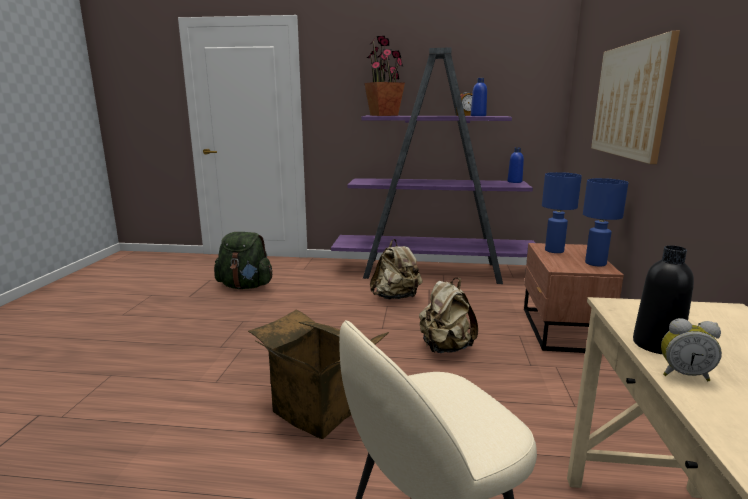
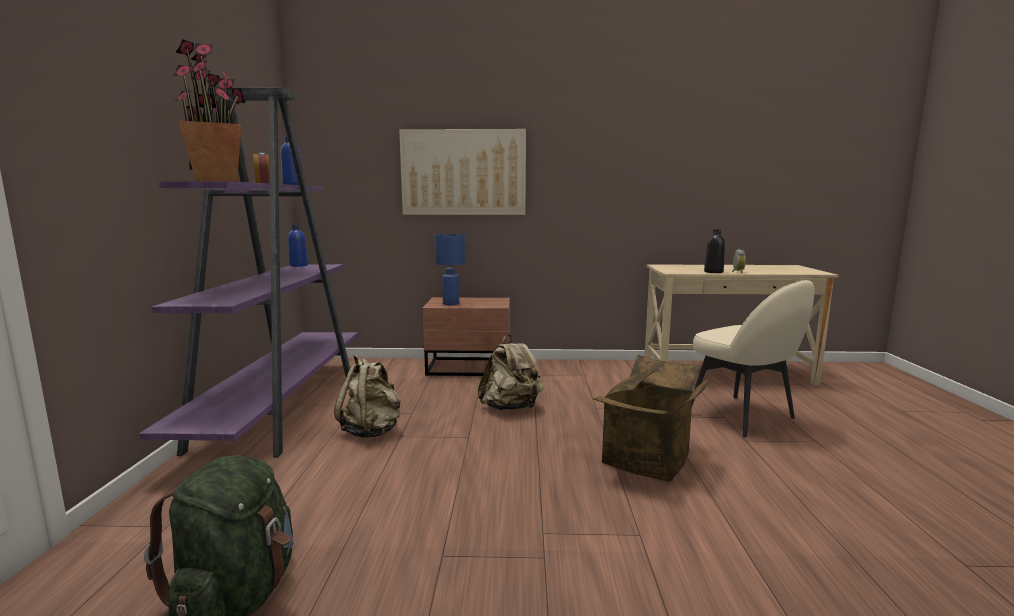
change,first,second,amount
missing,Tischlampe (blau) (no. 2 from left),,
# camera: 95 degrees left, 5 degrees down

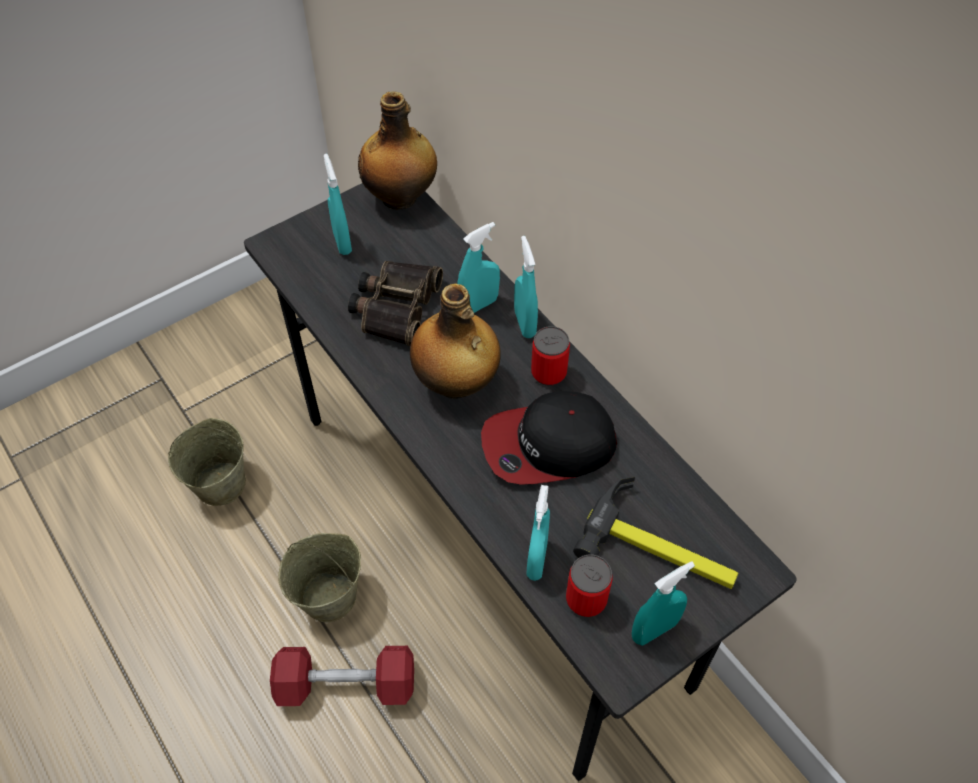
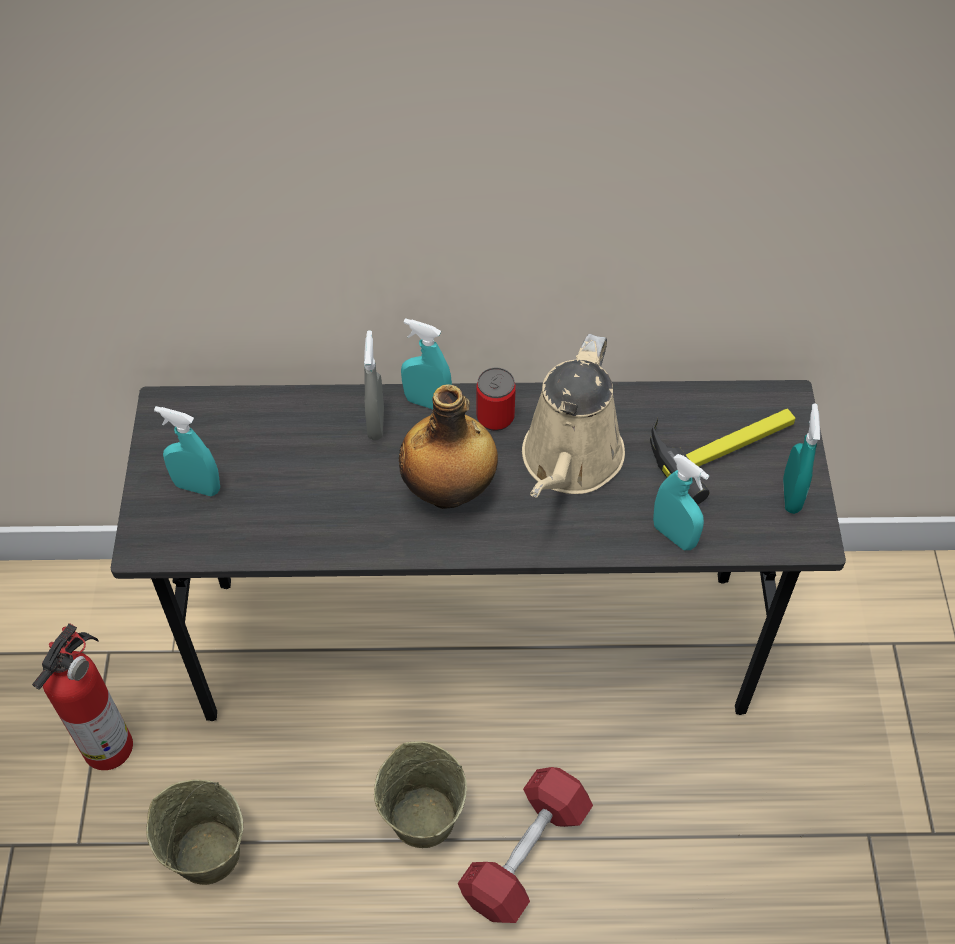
change,first,second,amount
missing,Flasche (no. 1 from left),,
colour,Sprühflasche (türkis) (no. 2 from left),Sprühflasche (grau),
missing,Fernglas,,
exchanged,Kappe,Gießkanne (beige),
missing,Dose (no. 2 from left),,
appeared,,Feuerlöscher,
# camera: 55 degrees left, 0 degrees up

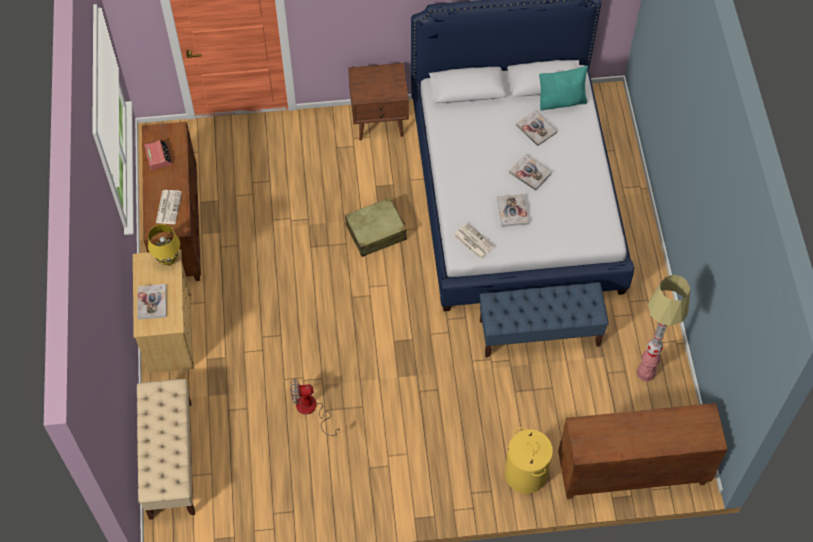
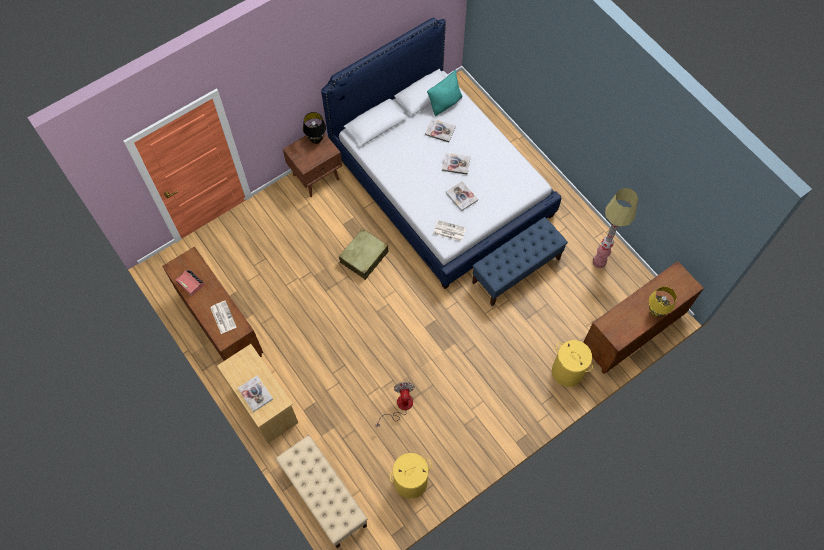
change,first,second,amount
relocated,Tischlampe (gelb),,
spun,Ventilator,,120 degrees clockwise
appeared,,Tischlampe (schwarz),
appeared,,Wäschekorb (gelb) (no. 1 from left),
# camera: 30 degrees left, 5 degrees up

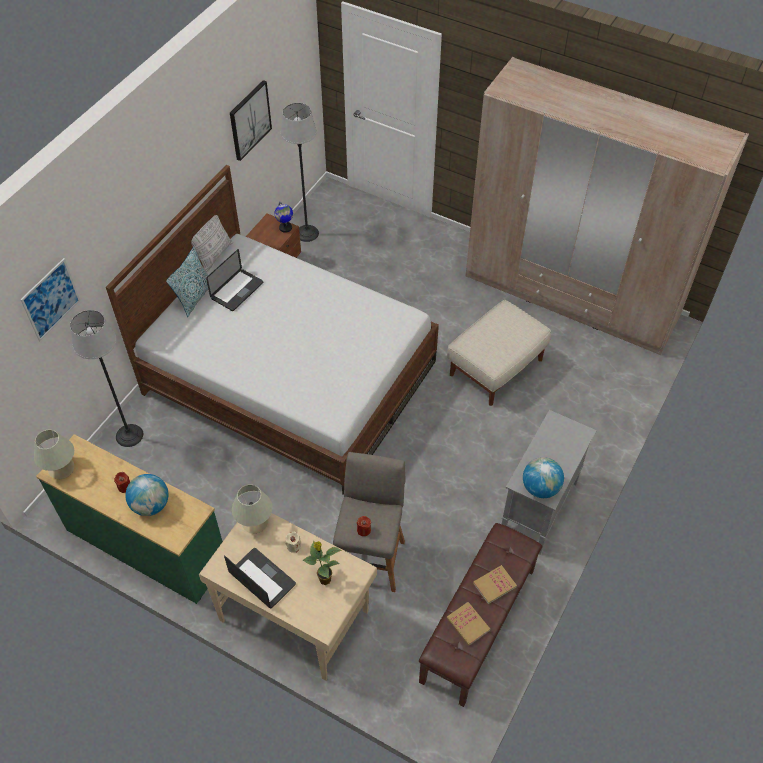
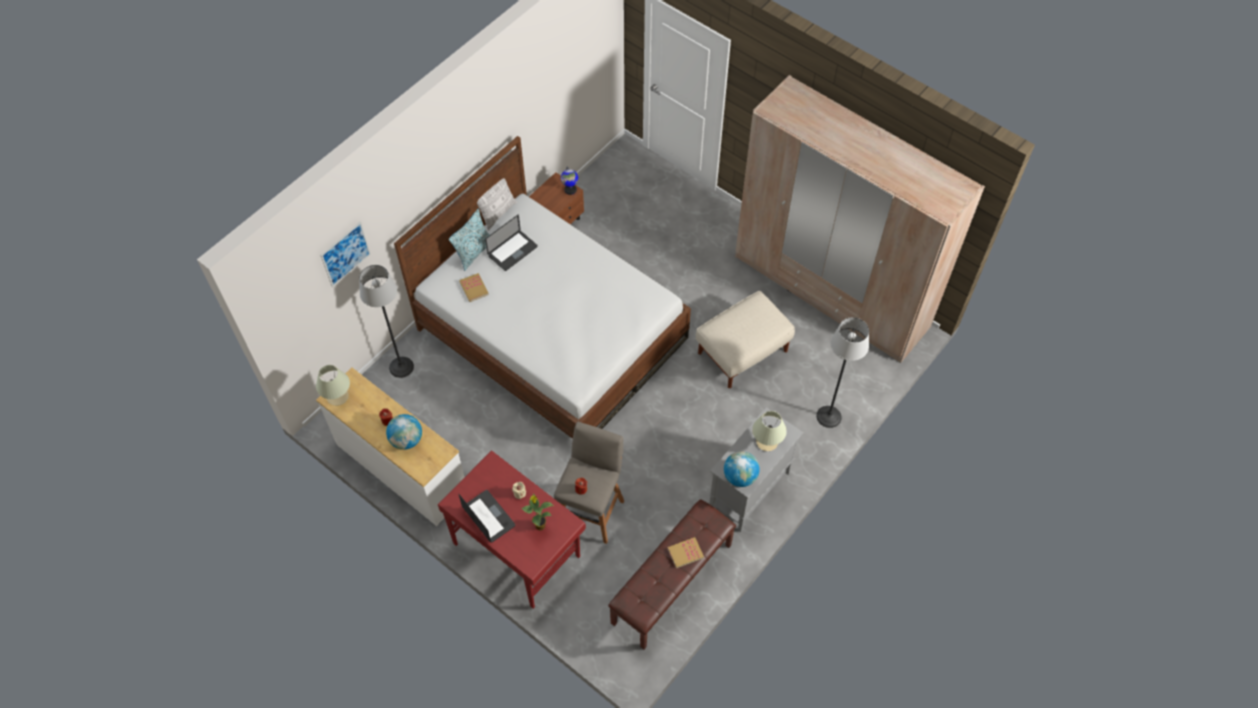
change,first,second,amount
missing,Bild (no. 2 from left),,
relocated,Stehlampe (no. 2 from left),,
colour,Kommode (grün),Kommode (weiß),
relocated,Tischlampe (beige) (no. 2 from left),,
colour,Schreibtisch (beige),Schreibtisch (rot),
relocated,Buch (no. 1 from left),,
# camera: 10 degrees right, 5 degrees up

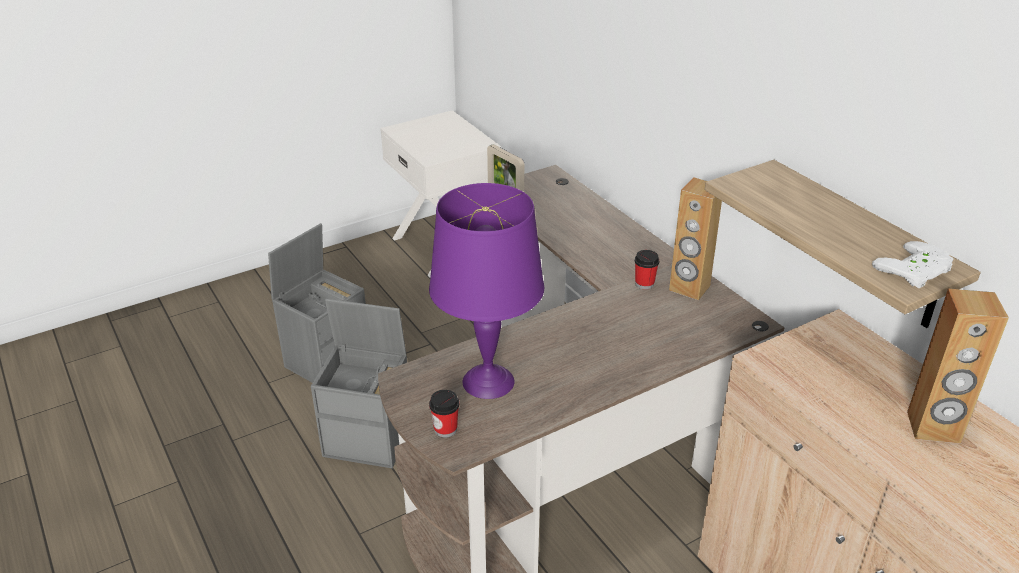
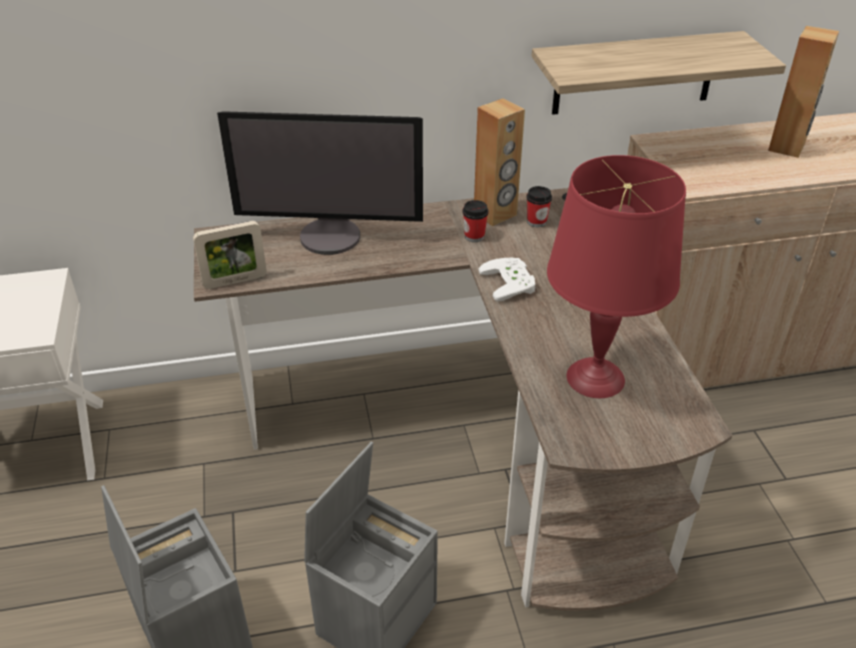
change,first,second,amount
colour,Tischlampe (lila),Tischlampe (rot),
relocated,Gamepad (weiß),,
relocated,Tasse (no. 1 from left in the first image),Tasse (no. 2 from left),
appeared,,Monitor,
# camera: 70 degrees left, 5 degrees up

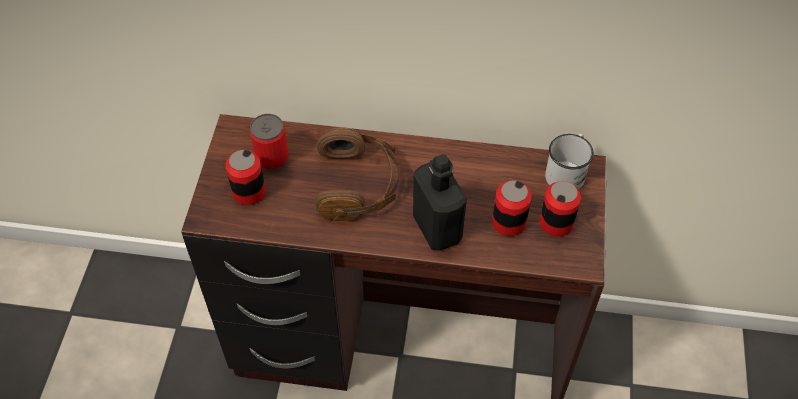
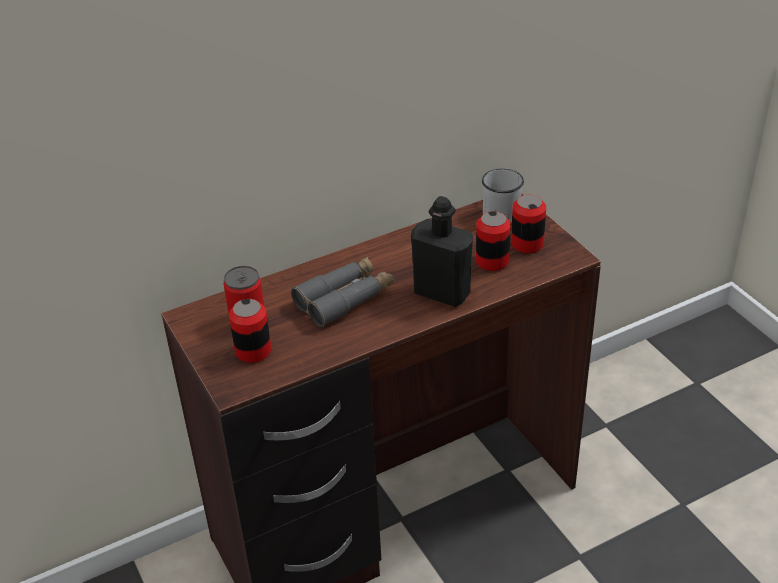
change,first,second,amount
exchanged,Kopfhörer (braun),Fernglas (grau),
# camera: 35 degrees left, 15 degrees down

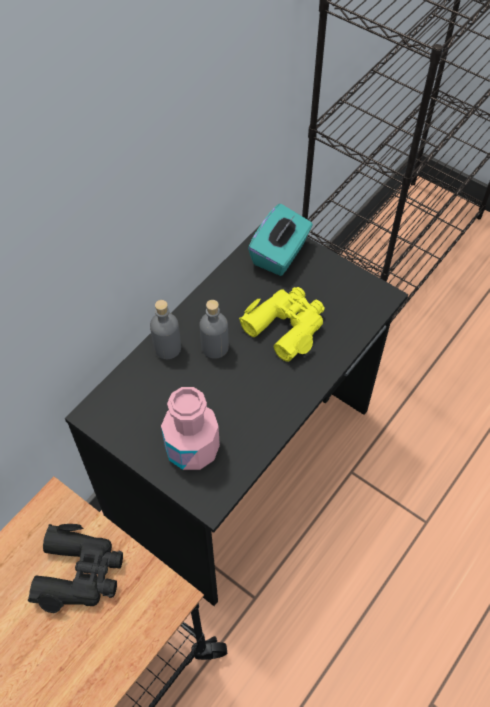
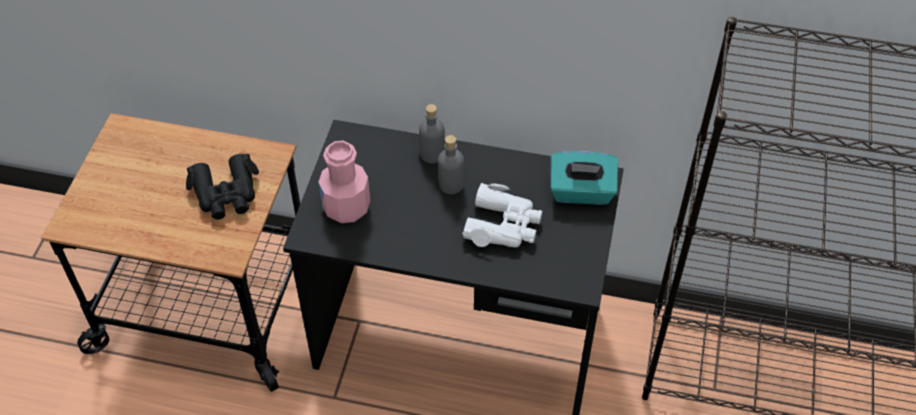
change,first,second,amount
colour,Fernglas (gelb),Fernglas (weiß),
# camera: 65 degrees right, 5 degrees down

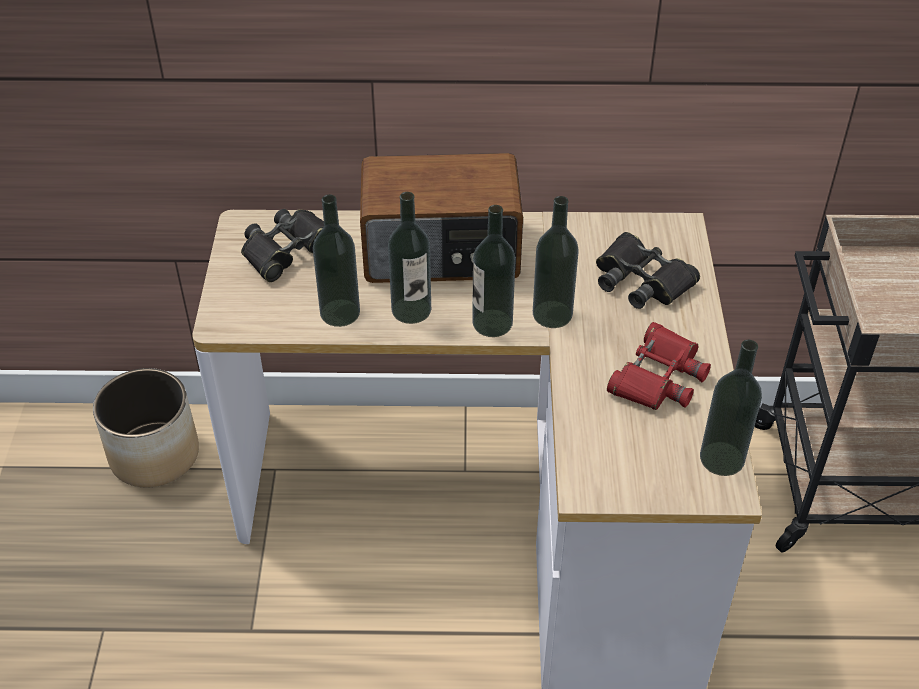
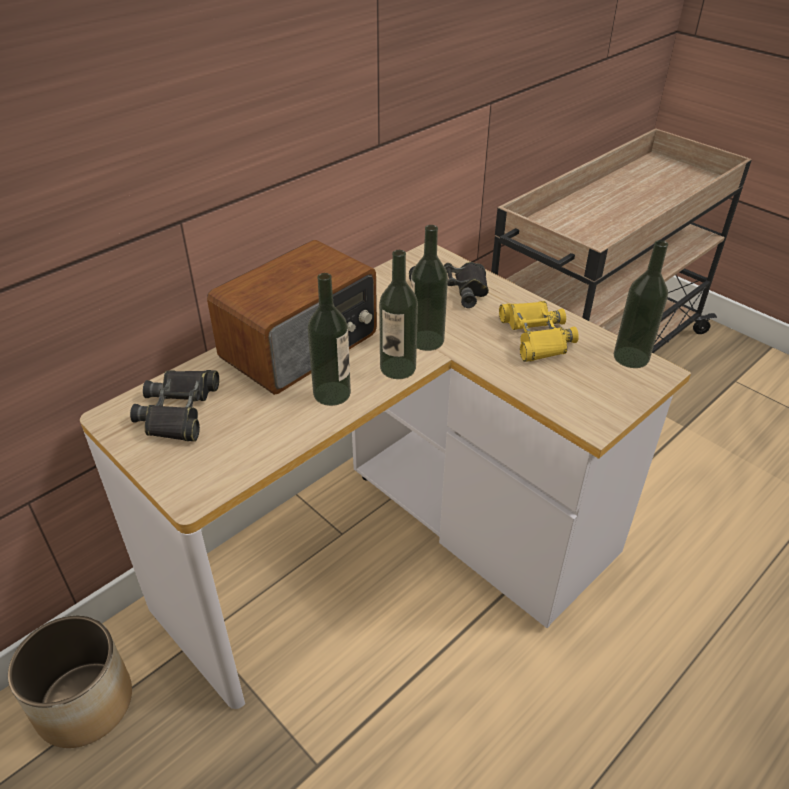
change,first,second,amount
missing,Flasche (no. 1 from left),,
colour,Fernglas (rot),Fernglas (gelb),
# camera: 45 degrees left, 5 degrees down

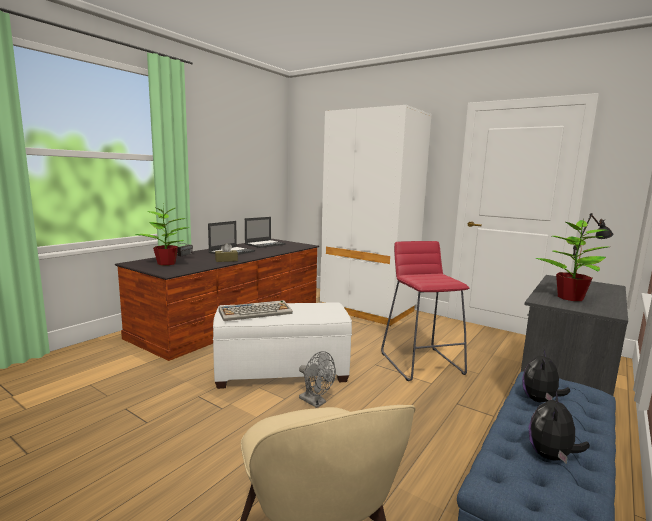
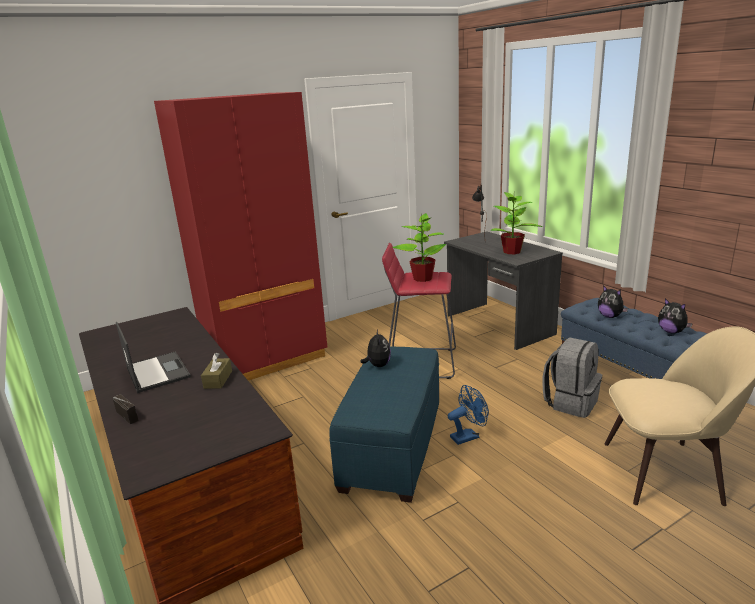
change,first,second,amount
colour,Kleiderschrank (weiß),Kleiderschrank (rot),
relocated,Topfpflanze (no. 1 from left),,
missing,Laptop (no. 2 from left),,
missing,Tastatur,,
colour,Polsterhocker (weiß),Polsterhocker (blau),
colour,Ventilator (grau),Ventilator (blau),
appeared,,Plüschtier (no. 1 from left),
appeared,,Rucksack (grau),
# camera: 65 degrees left, 10 degrees up

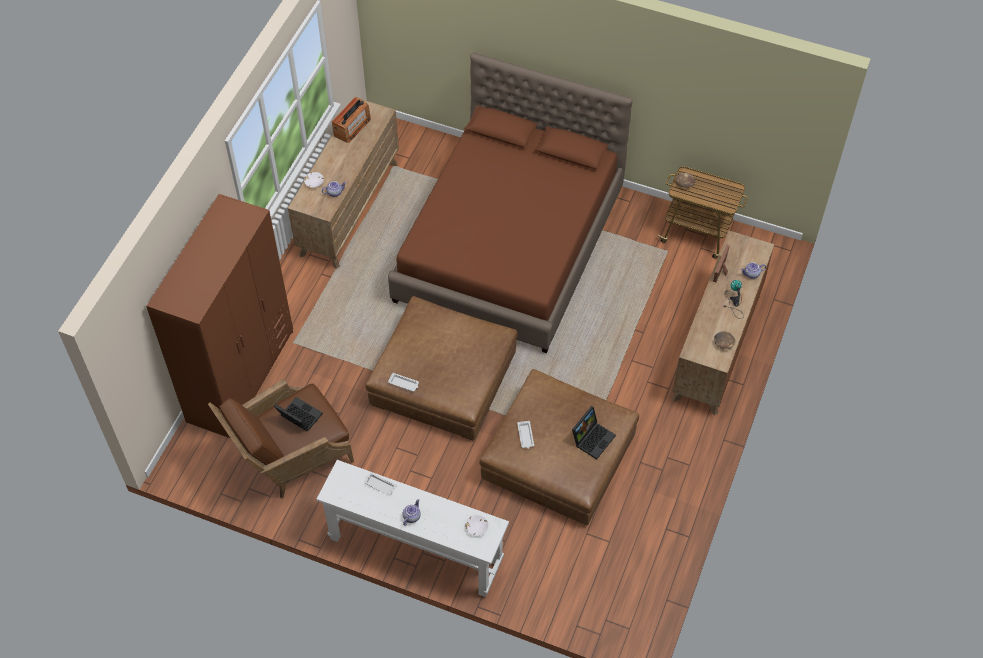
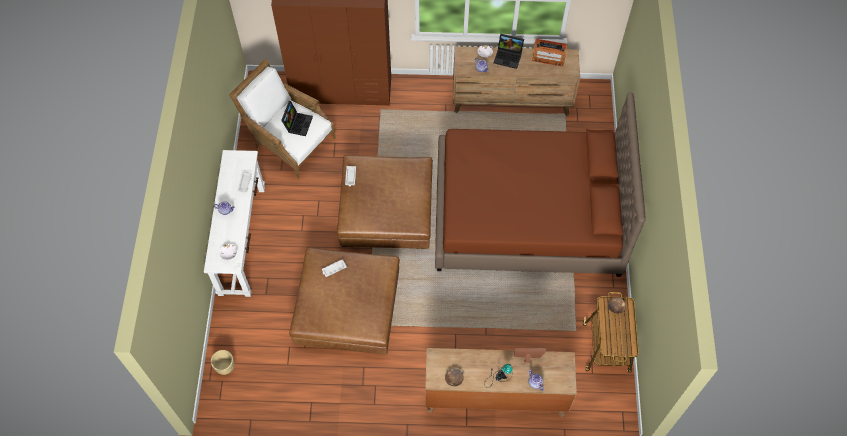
change,first,second,amount
colour,Sessel (braun),Sessel (weiß),
relocated,Laptop (no. 2 from left),,
appeared,,Pflanzkübel (beige),
# camera: 70 degrees right, 5 degrees up

